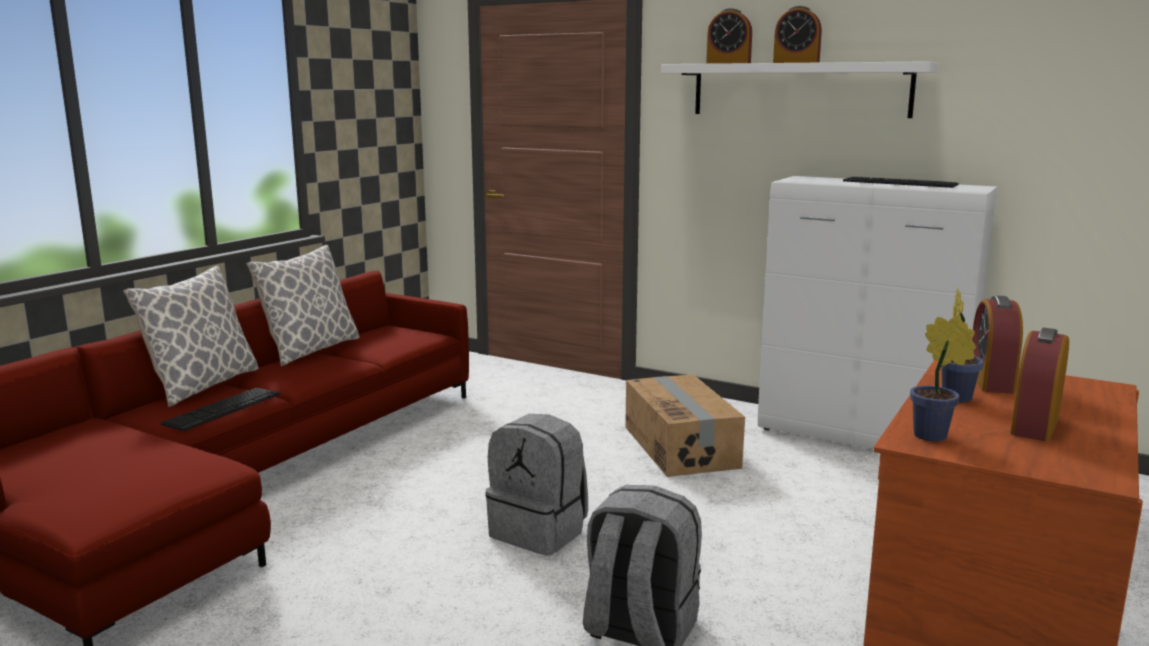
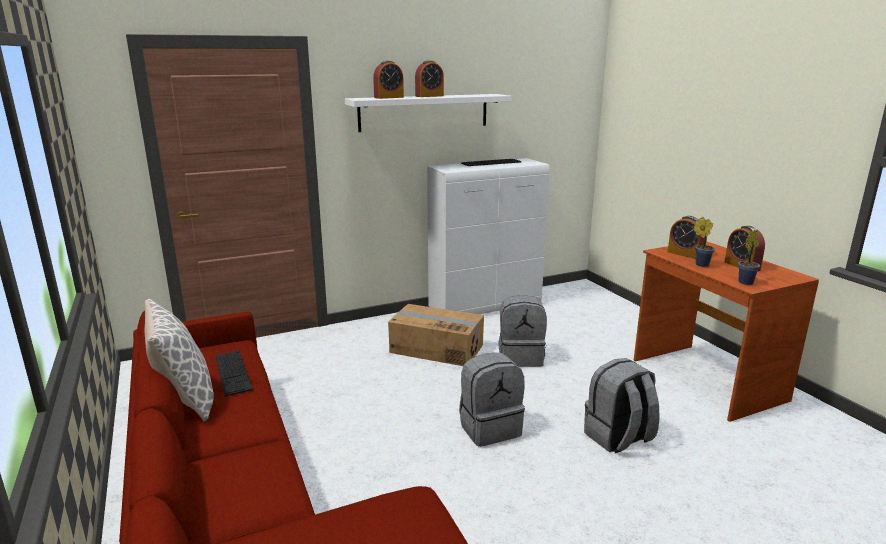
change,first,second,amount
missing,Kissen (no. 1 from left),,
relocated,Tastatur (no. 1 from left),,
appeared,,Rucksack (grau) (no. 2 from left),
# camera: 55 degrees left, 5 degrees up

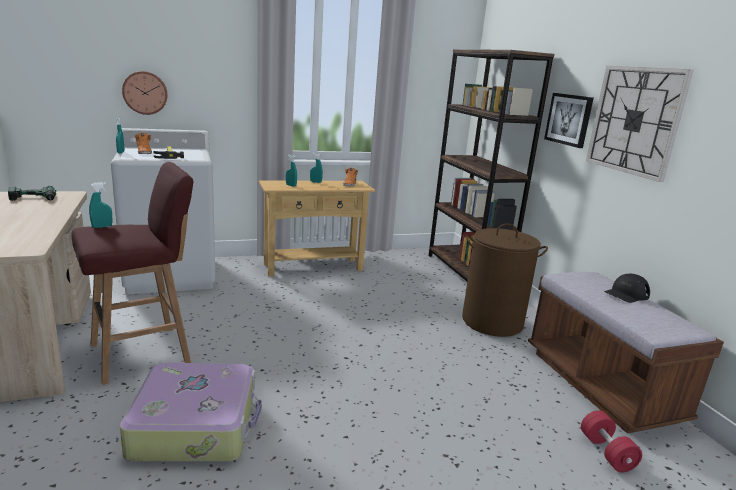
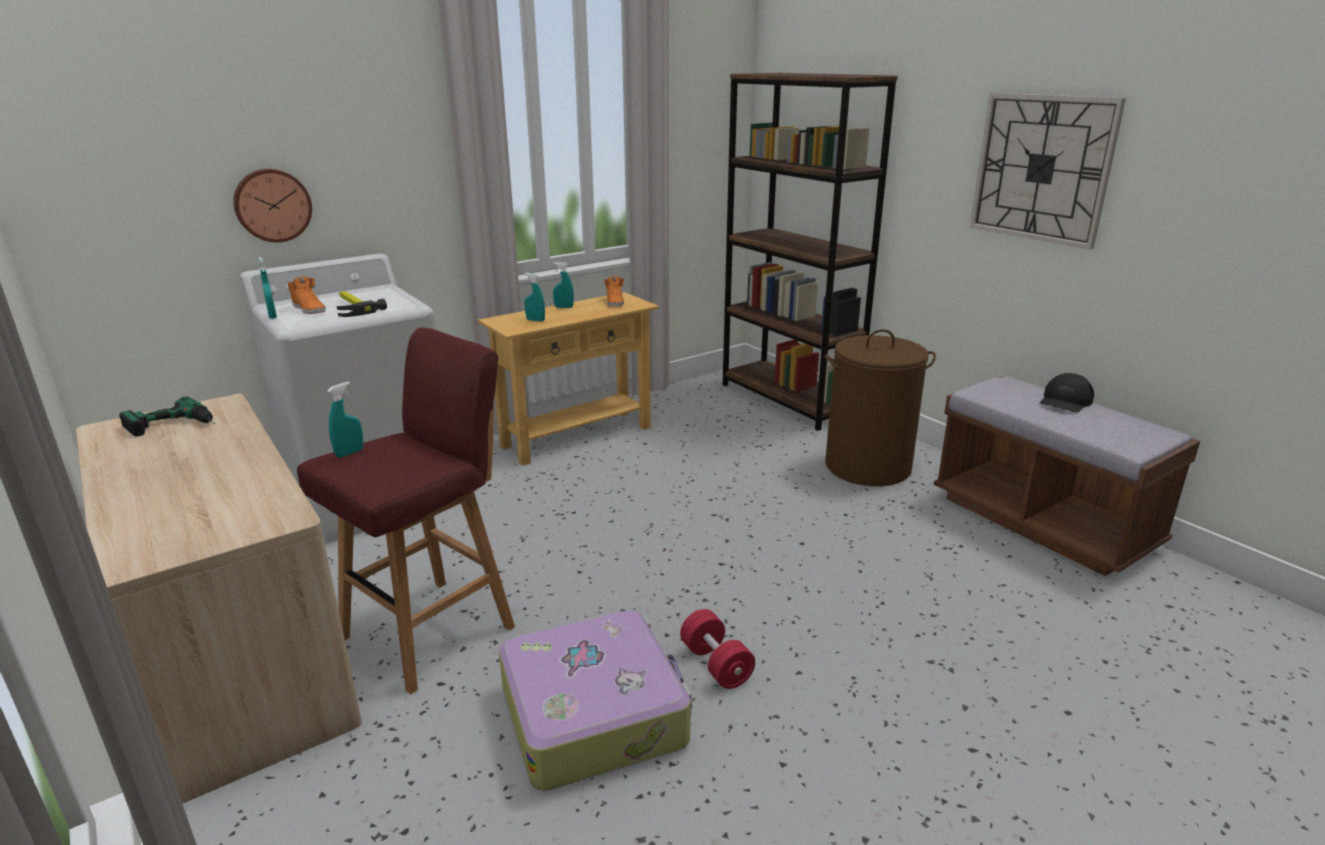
change,first,second,amount
missing,Bild,,
relocated,Hantel (rot),,
# camera: 15 degrees left, 5 degrees up

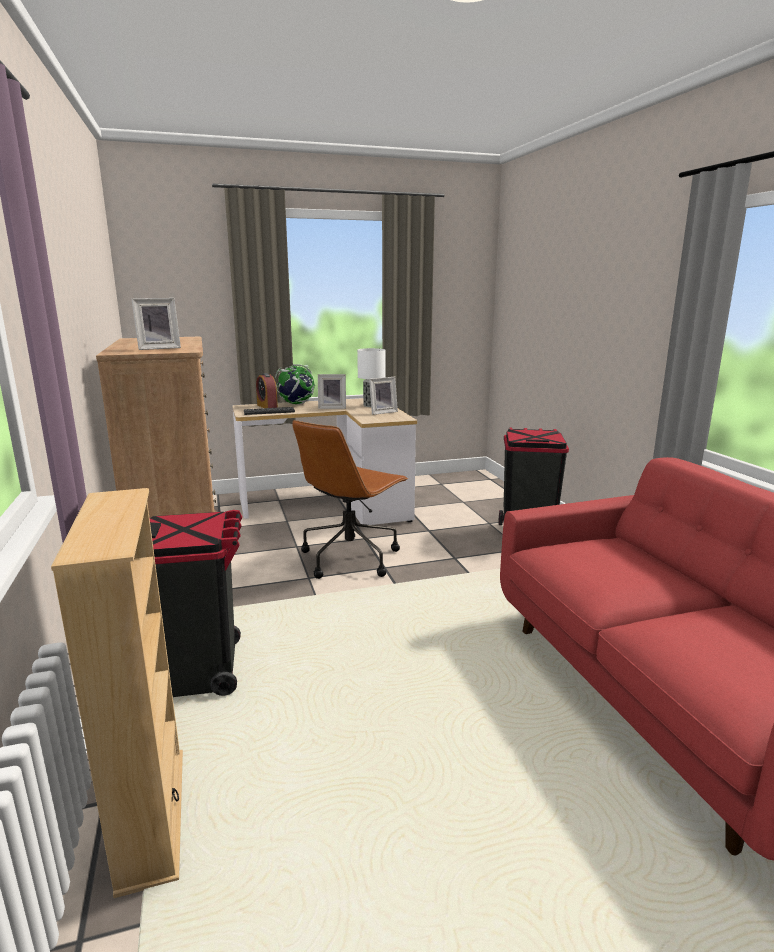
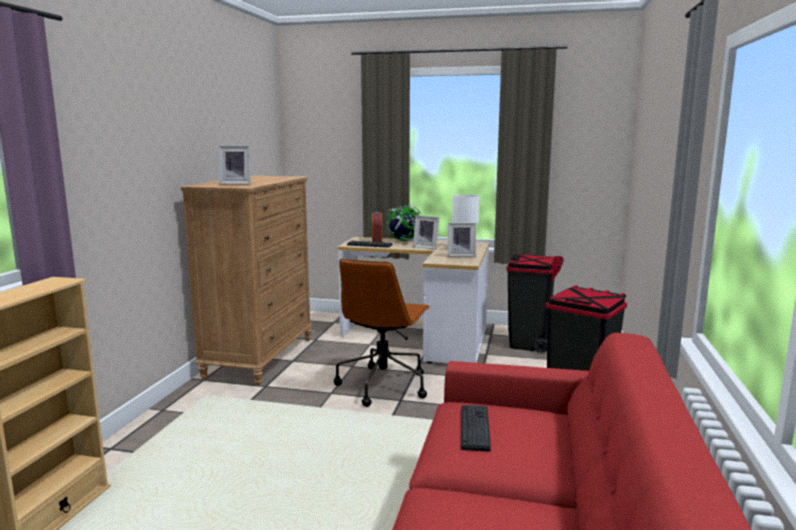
change,first,second,amount
spun,Bürostuhl (braun),,45 degrees counterclockwise
relocated,Mülleimer (schwarz) (no. 1 from left),,
appeared,,Tastatur (no. 2 from left),
# camera: 30 degrees right, 5 degrees down

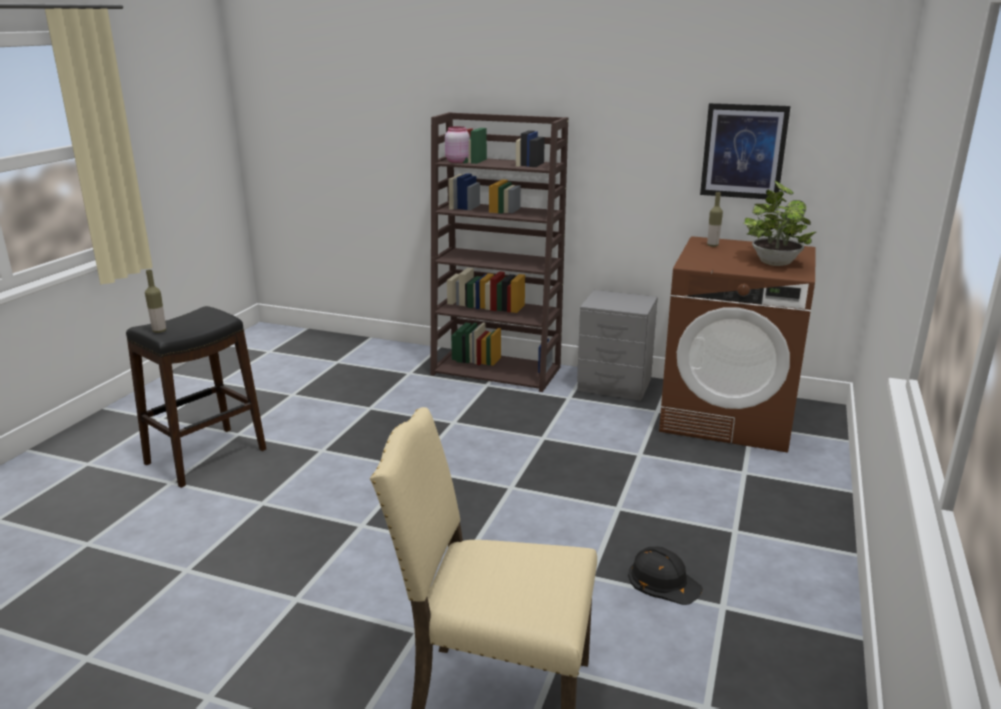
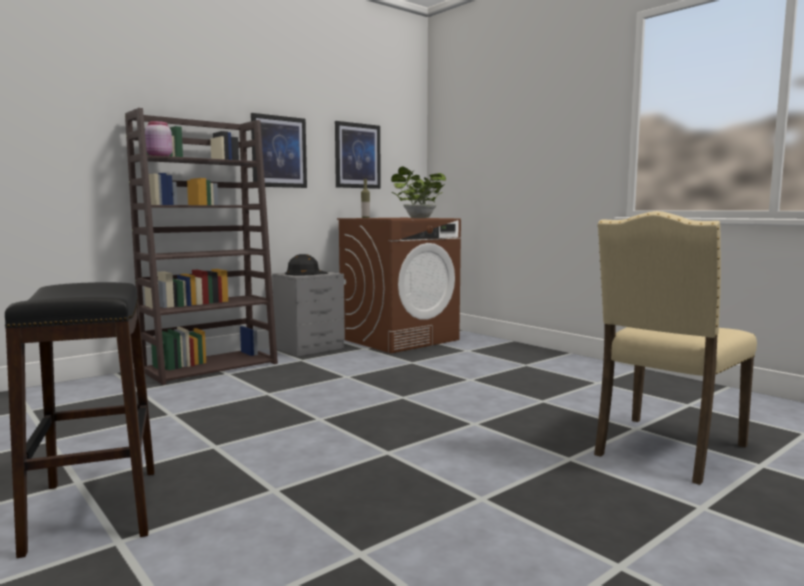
change,first,second,amount
missing,Flasche (no. 1 from left),,
relocated,Schutzhelm (schwarz),,
appeared,,Bild (no. 1 from left),
# camera: 60 degrees left, 15 degrees down

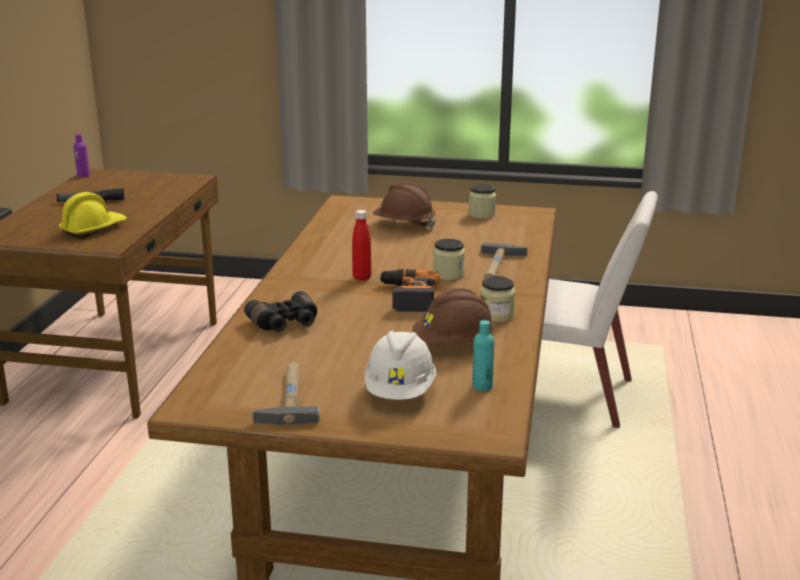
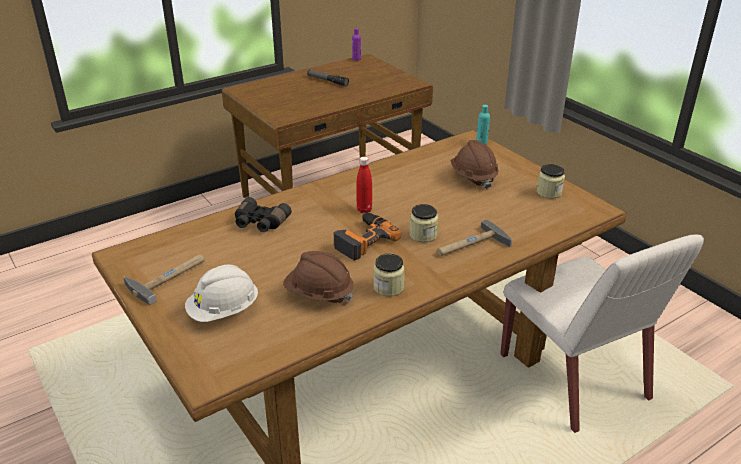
change,first,second,amount
missing,Schutzhelm (gelb),,
relocated,Flasche (türkis),,
# camera: 45 degrees right, 10 degrees up

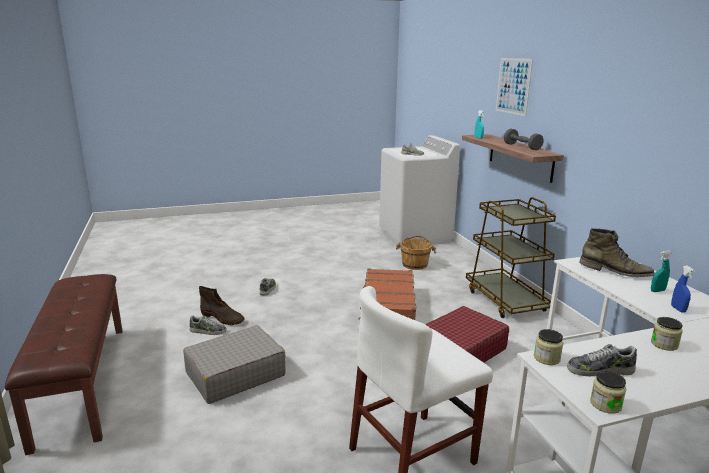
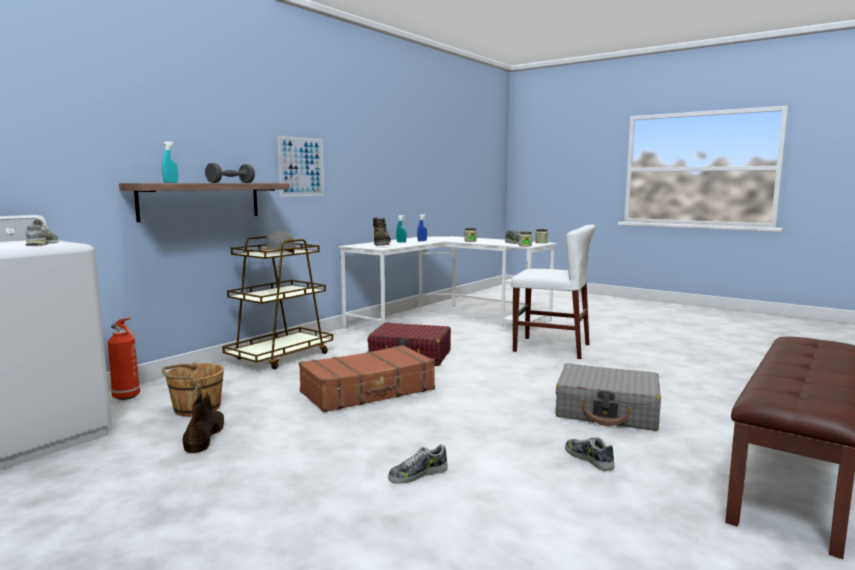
change,first,second,amount
relocated,Bild,,
relocated,Stiefel (braun),,
appeared,,Schutzhelm (grau),
appeared,,Feuerlöscher,
# camera: 125 degrees left, 10 degrees down

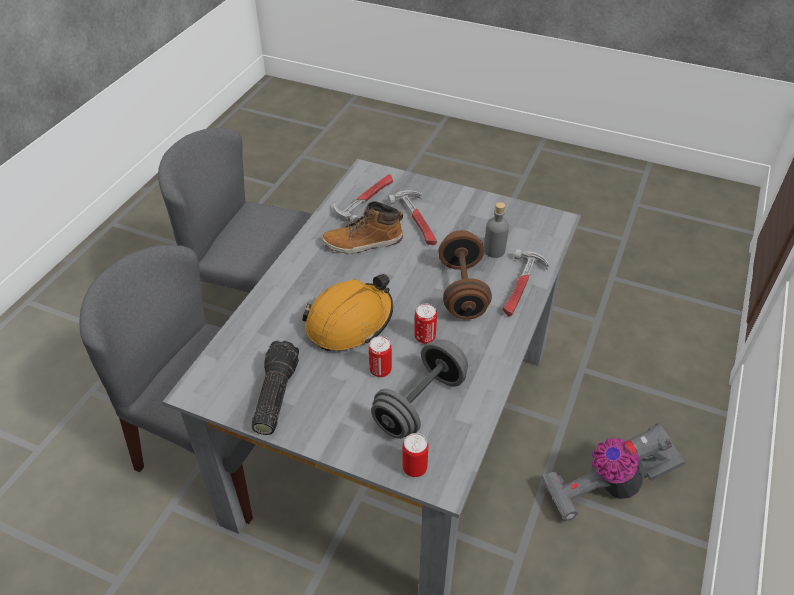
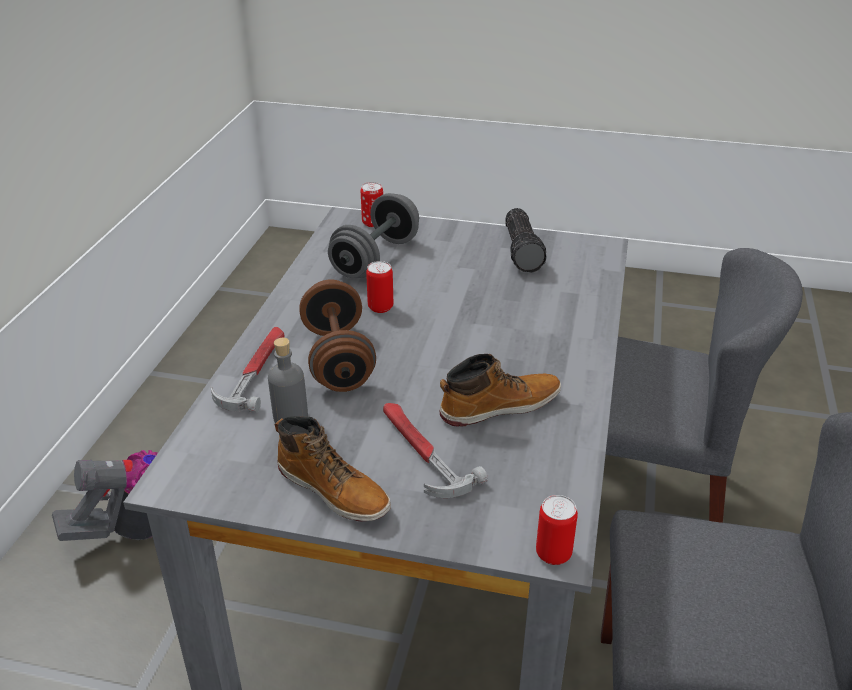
change,first,second,amount
missing,Hammer (no. 1 from left),,
missing,Schutzhelm (orange),,
relocated,Dose (no. 1 from left in the first image),Dose (no. 3 from left),
appeared,,Stiefel (no. 1 from left),
# camera: 170 degrees right, 10 degrees down

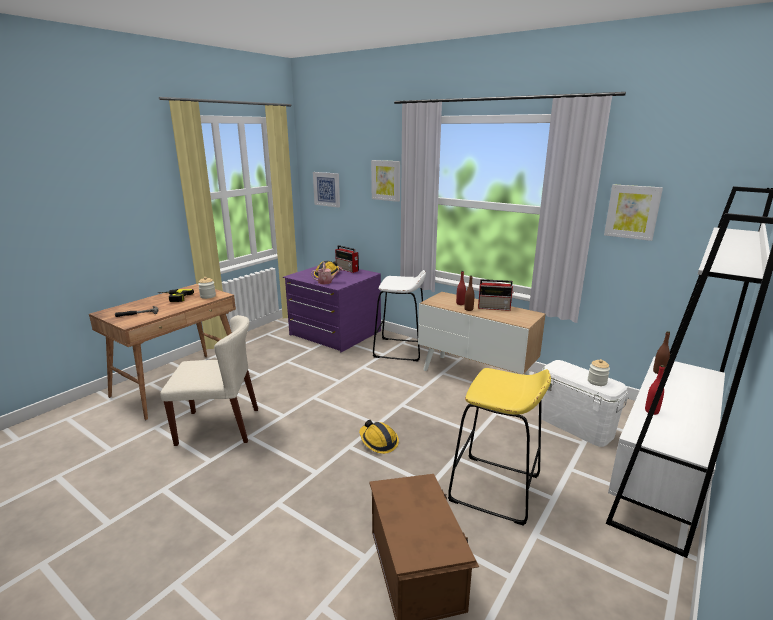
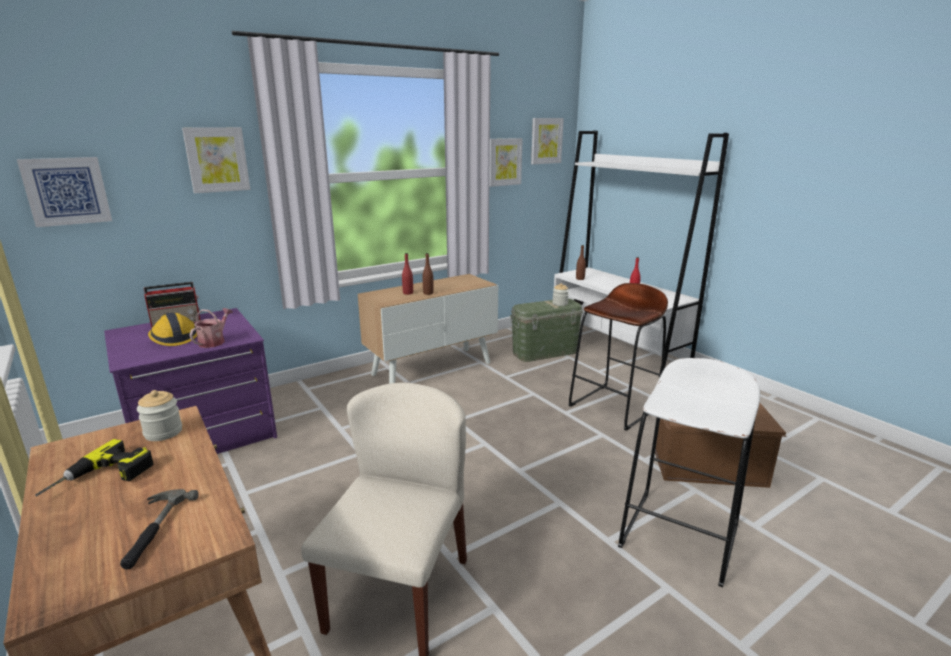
change,first,second,amount
relocated,Hocker (weiß),,
missing,Radio (no. 2 from left),,
colour,Aufbewahrungsbox (weiß),Aufbewahrungsbox (grün),
colour,Hocker (gelb),Hocker (braun),
missing,Schutzhelm (no. 2 from left),,
appeared,,Bild (no. 4 from left),
# camera: 70 degrees left, 0 degrees up

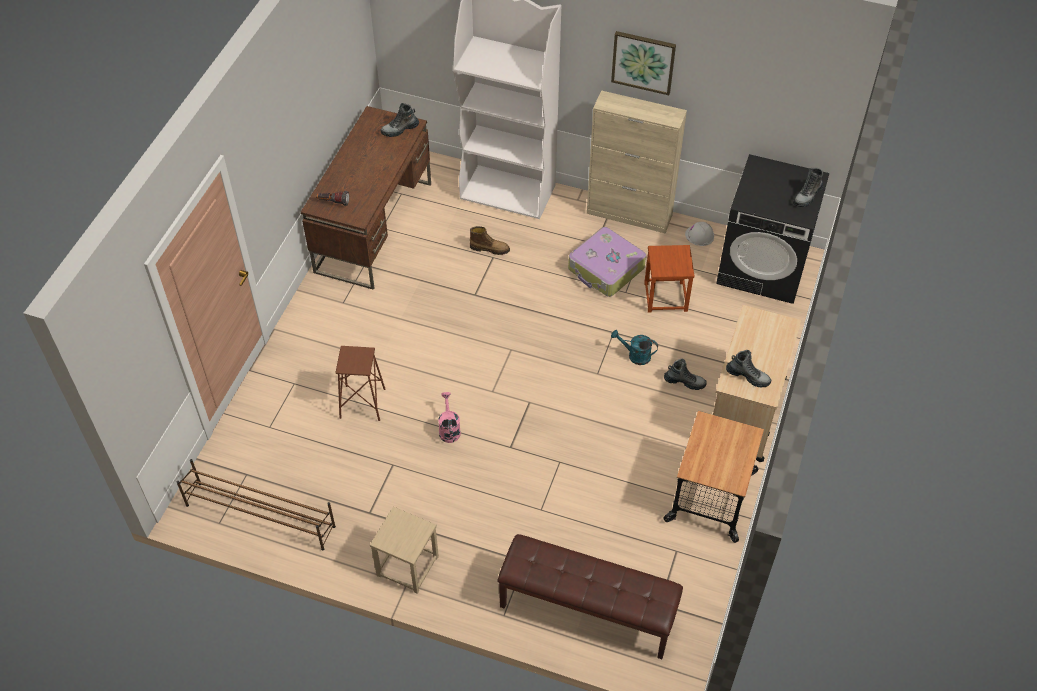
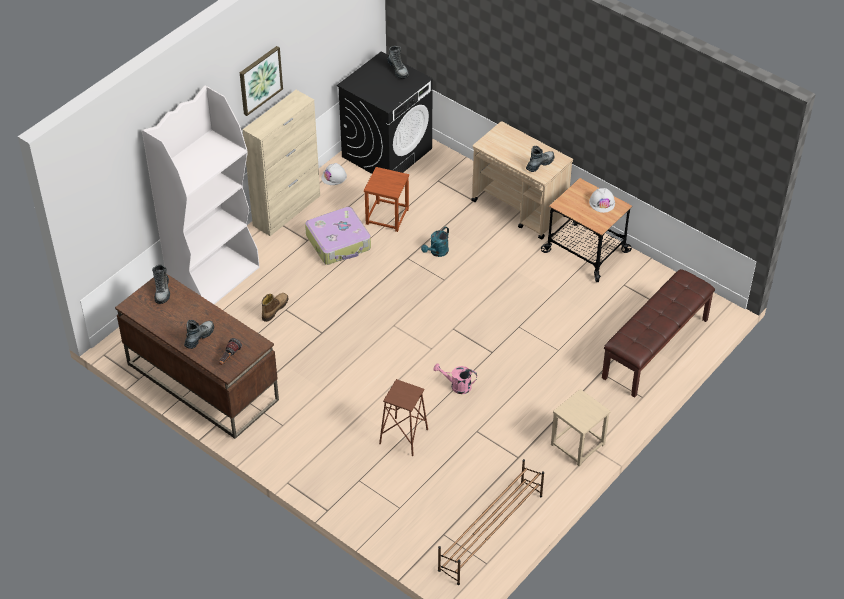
change,first,second,amount
relocated,Stiefel (no. 3 from left in the first image),Stiefel (no. 2 from left),
appeared,,Schutzhelm (weiß) (no. 2 from left),
# camera: 70 degrees left, 5 degrees down

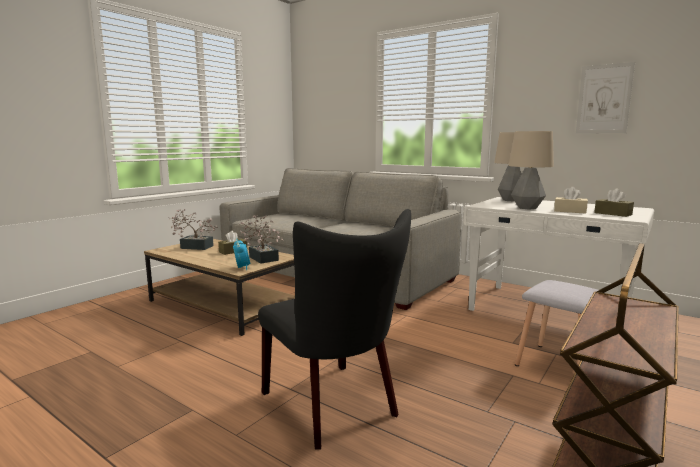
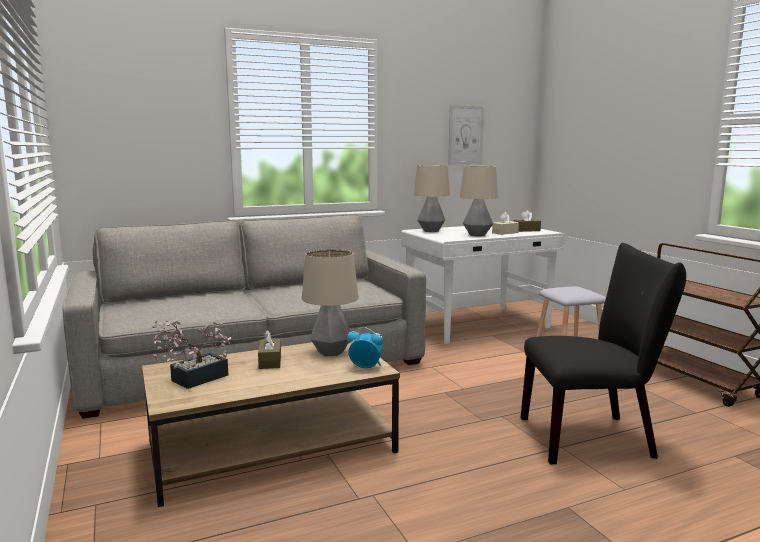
change,first,second,amount
exchanged,Topfpflanze (no. 2 from left),Tischlampe (no. 1 from left),
# camera: 60 degrees left, 0 degrees up

